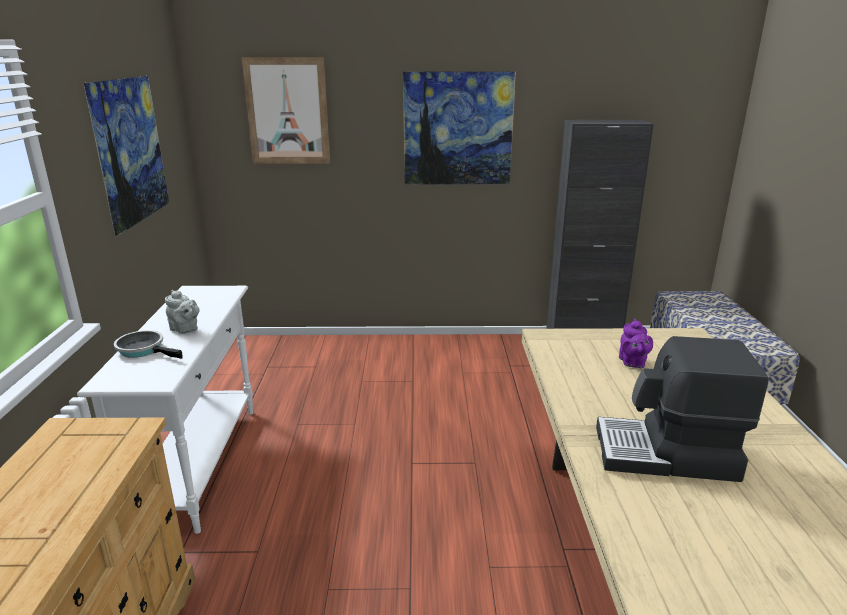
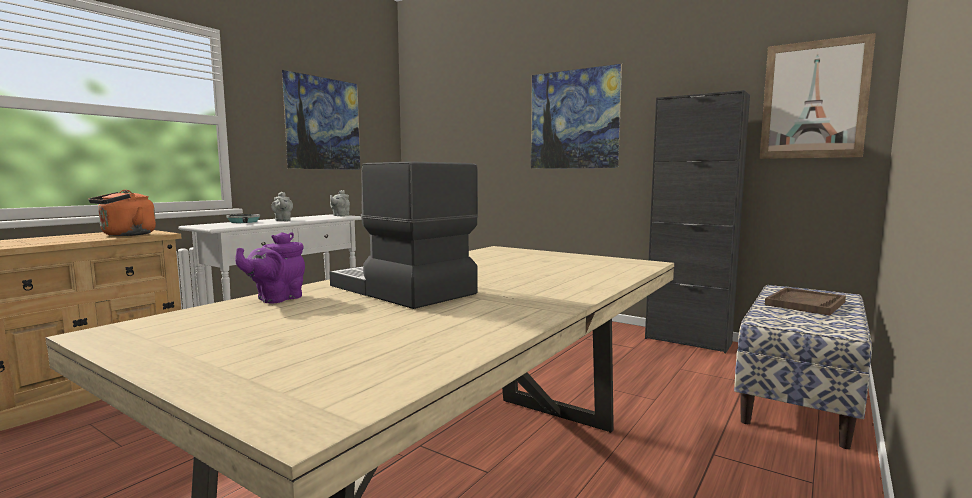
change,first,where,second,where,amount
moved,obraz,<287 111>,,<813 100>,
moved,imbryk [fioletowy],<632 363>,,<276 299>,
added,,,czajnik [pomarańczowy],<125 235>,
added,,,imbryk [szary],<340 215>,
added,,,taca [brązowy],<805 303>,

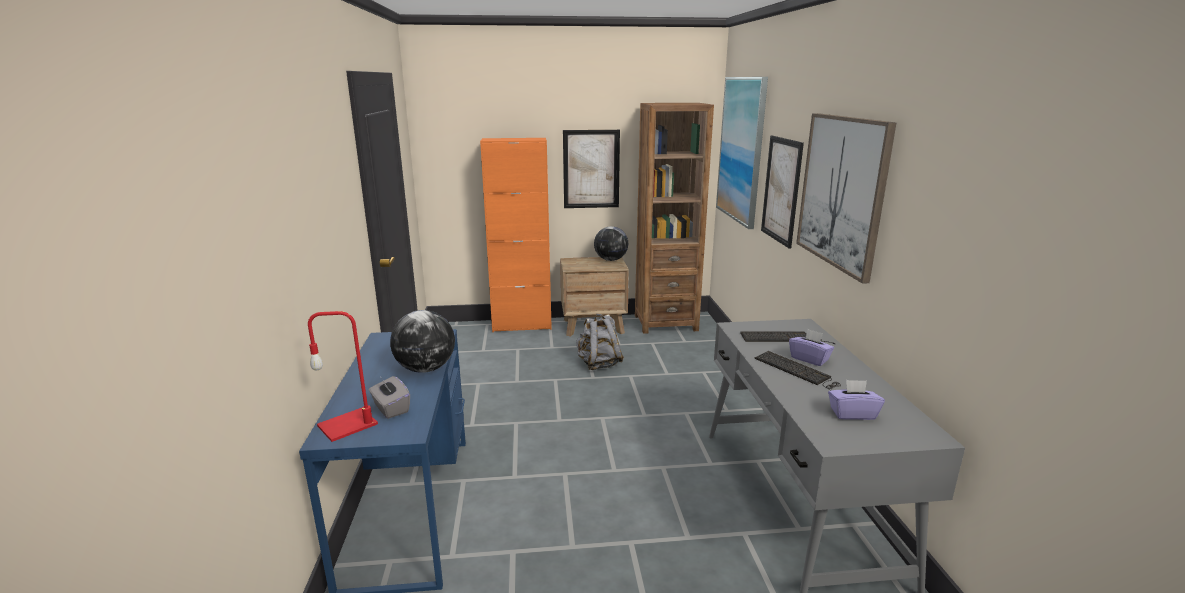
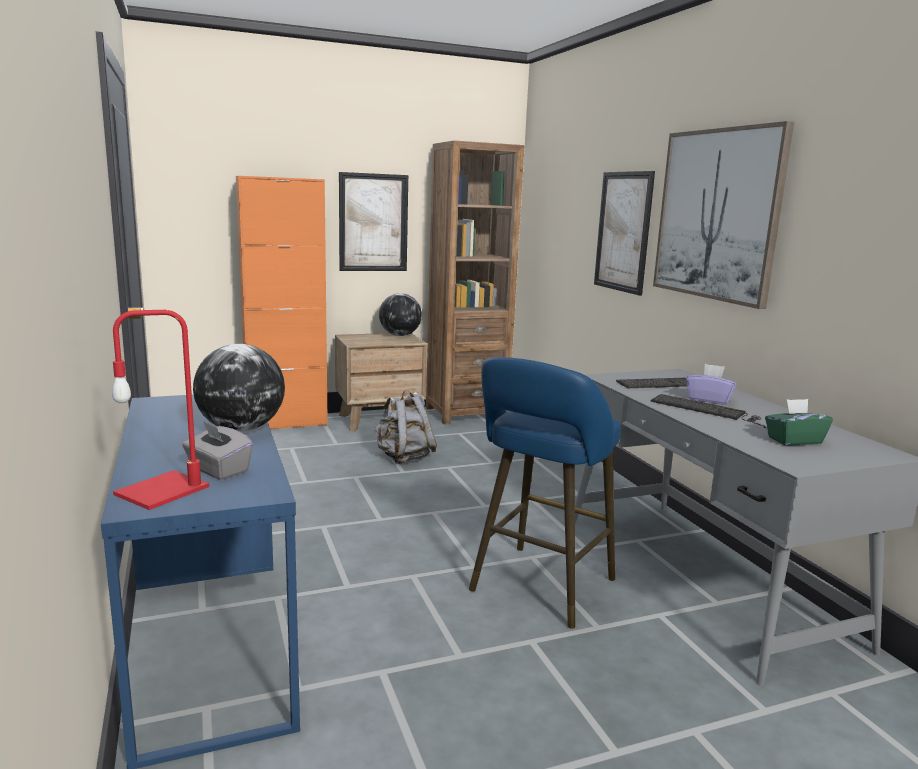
change,first,where,second,where,amount
removed,obraz,<741 149>,,,
recoloured,pudełko chusteczek [fioletowy],<852 414>,pudełko chusteczek [zielony],<794 440>,
added,,,stołek [niebieski],<539 588>,

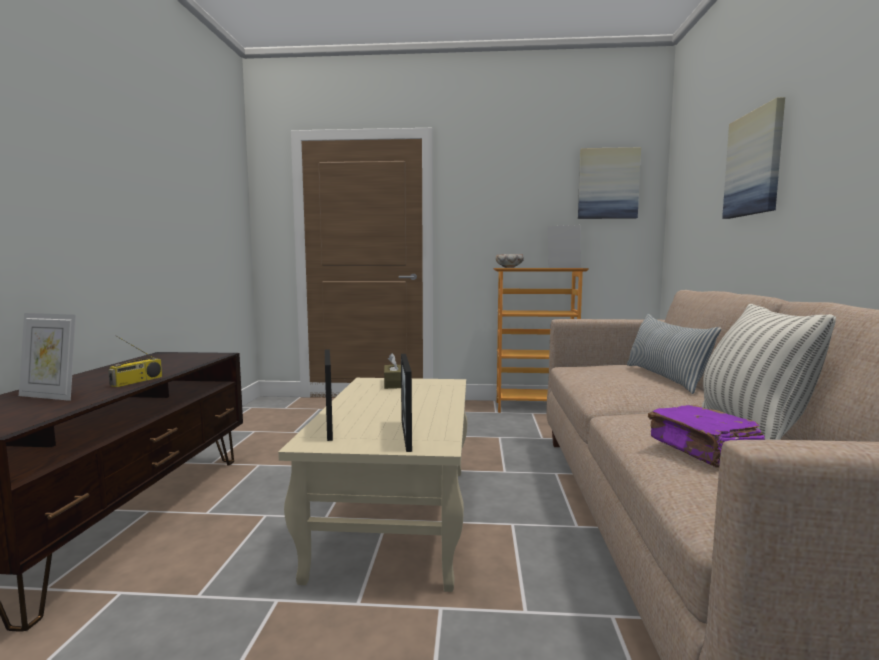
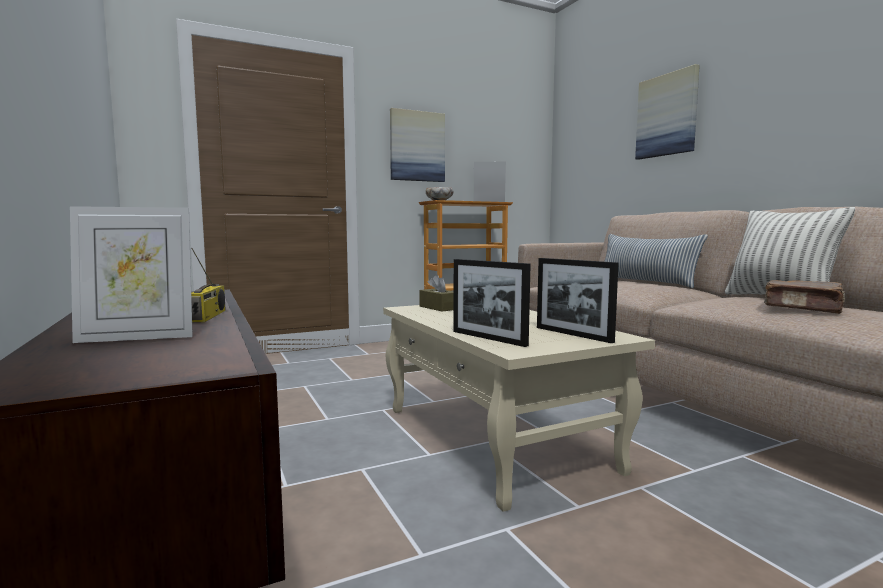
change,first,where,second,where,amount
moved,obraz,<608 184>,,<417 146>,
recoloured,książka [fioletowy],<702 450>,książka [brązowy],<803 308>,

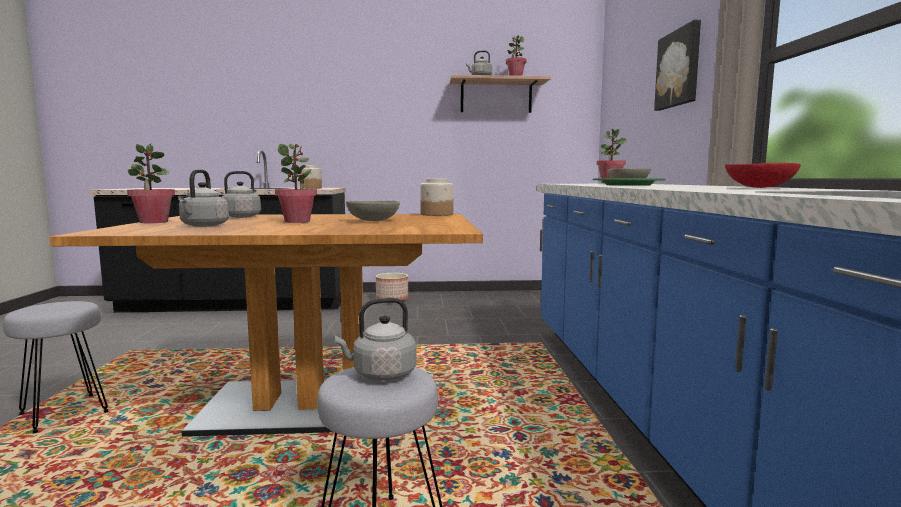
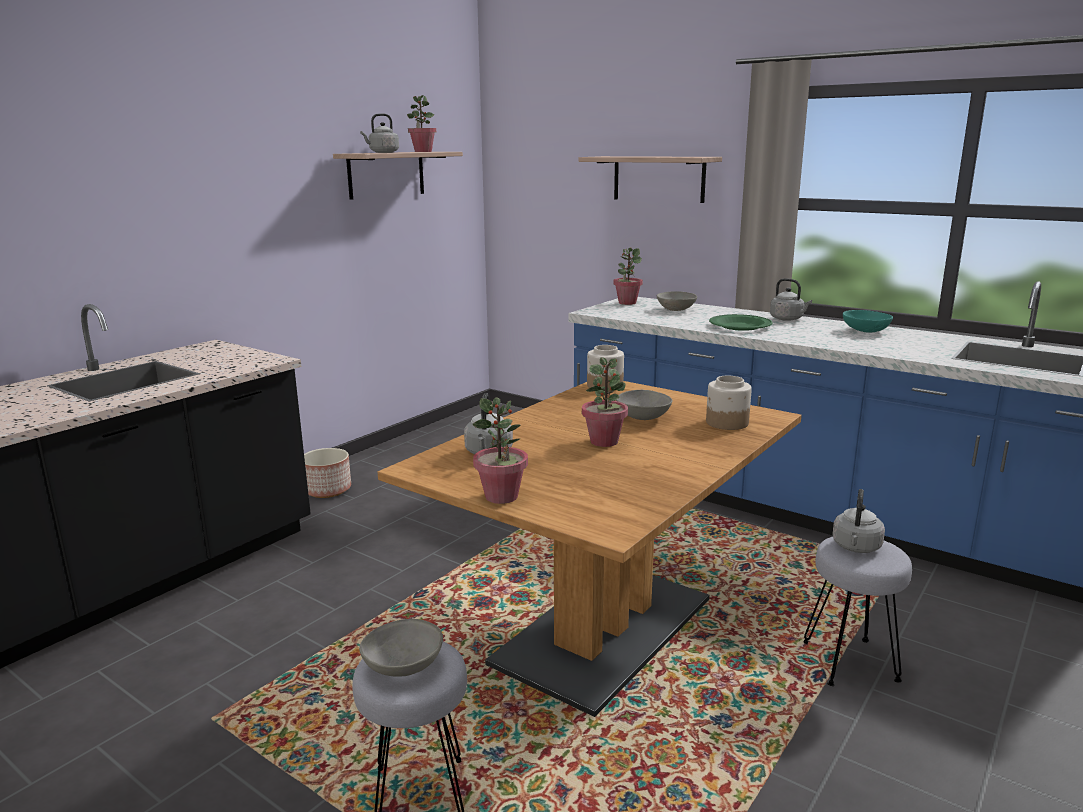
change,first,where,second,where,amount
moved,czajnik [szary],<203 226>,,<788 319>,
moved,słoik,<310 188>,,<726 423>,
replaced,obraz,<679 68>,półka,<658 179>,
recoloured,miska [czerwony],<760 187>,miska [turkusowy],<865 331>,
added,,,miska [szary],<404 666>,

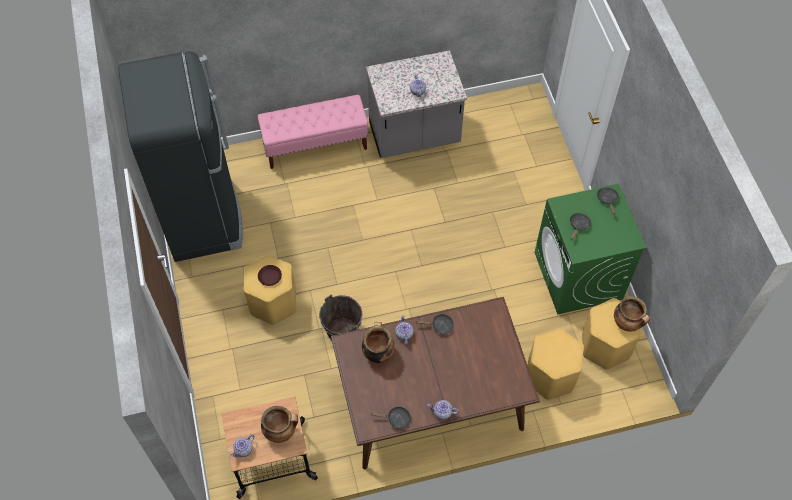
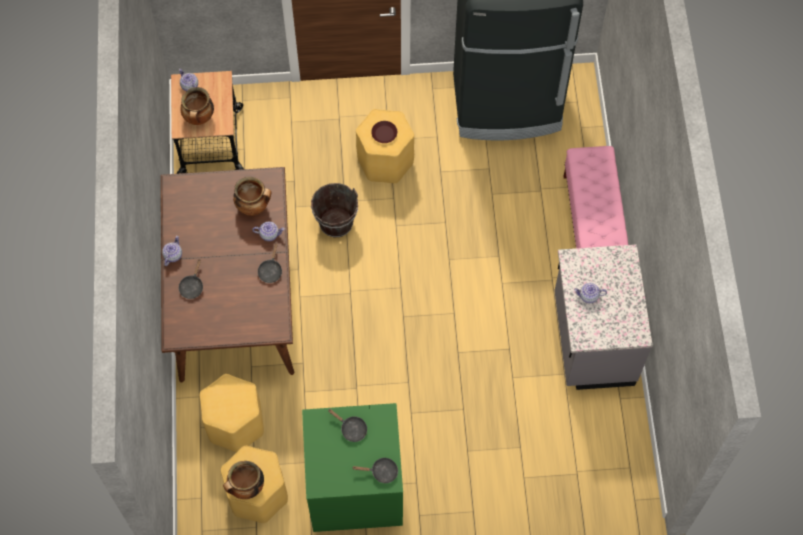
change,first,where,second,where,amount
moved,patelnia [czarny],<396 419>,,<192 286>,

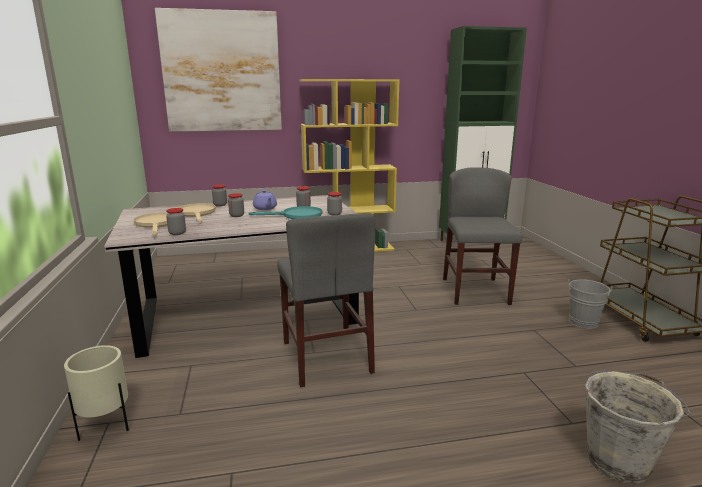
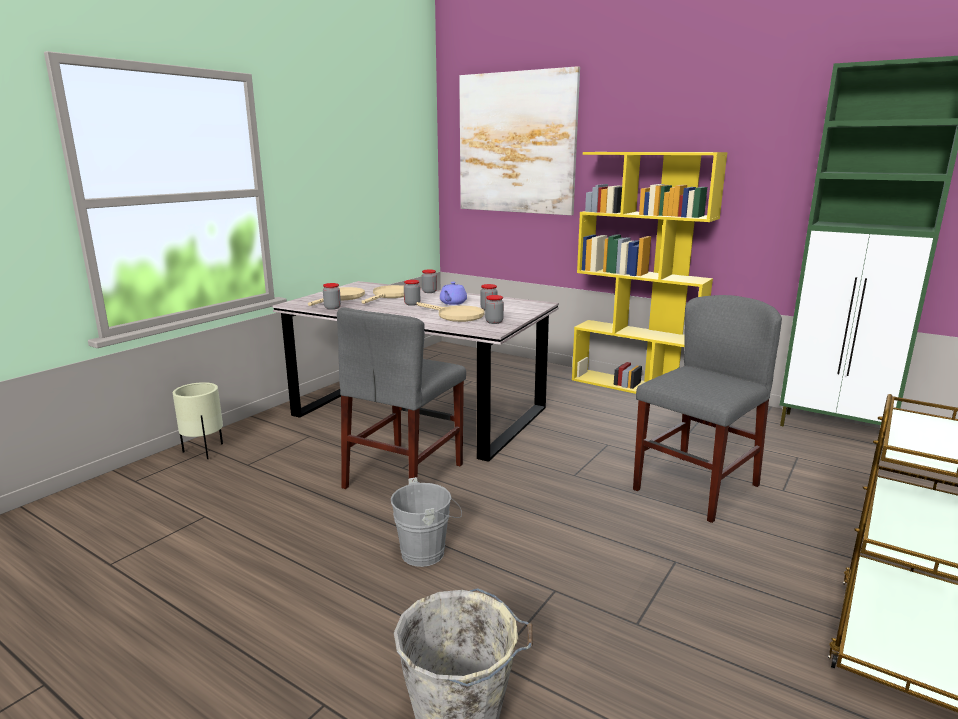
change,first,where,second,where,amount
recoloured,patelnia [turkusowy],<296 216>,patelnia [beżowy],<455 315>,
moved,wiadro [szary],<583 321>,,<428 552>,

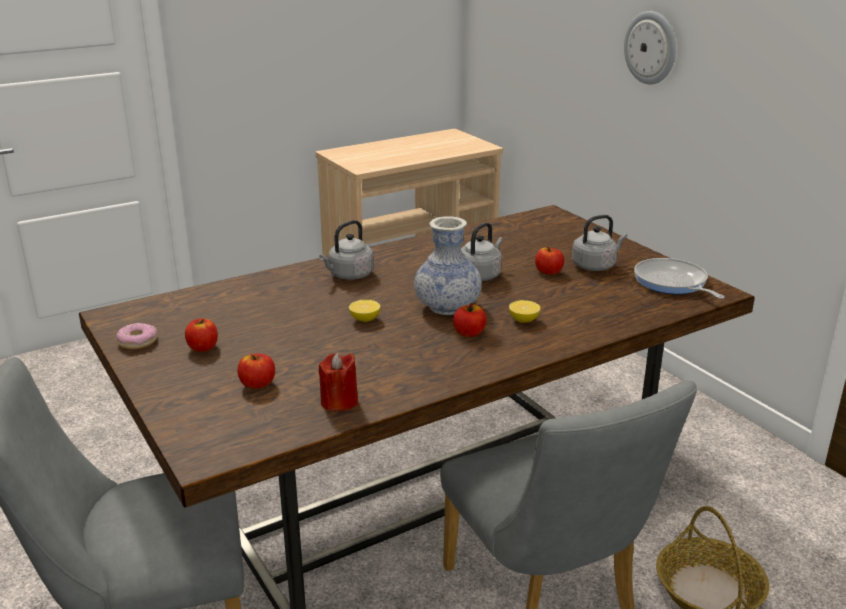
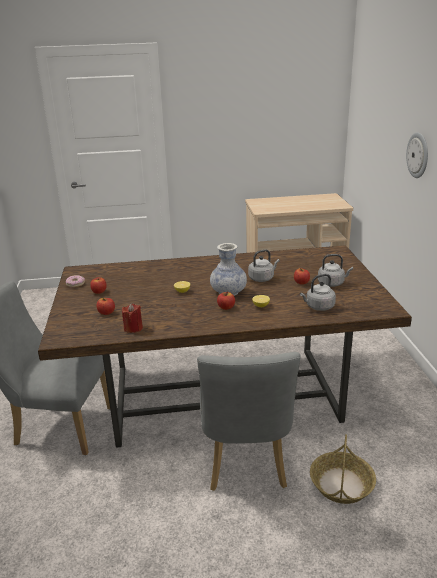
change,first,where,second,where,amount
moved,czajnik [szary],<349 275>,,<318 307>,
removed,patelnia,<672 283>,,,

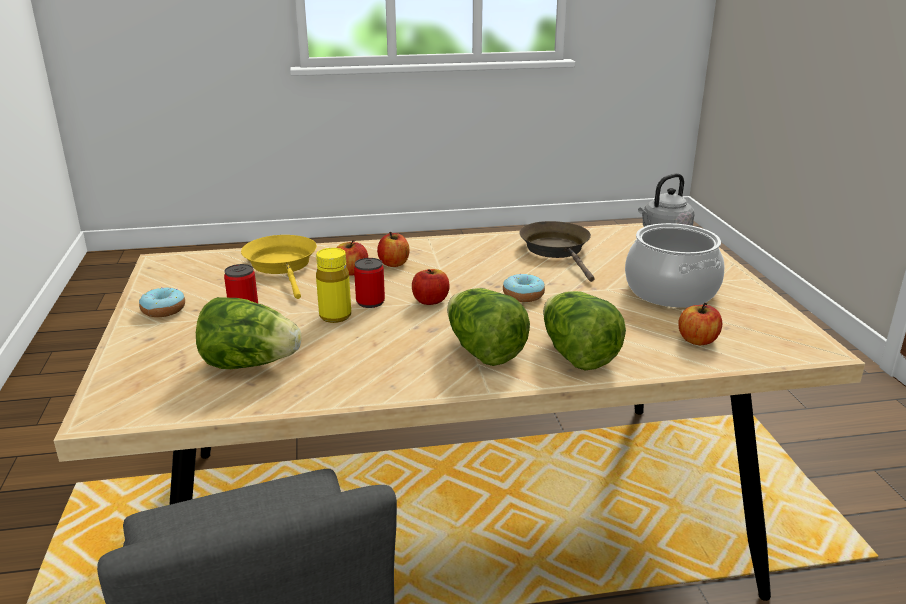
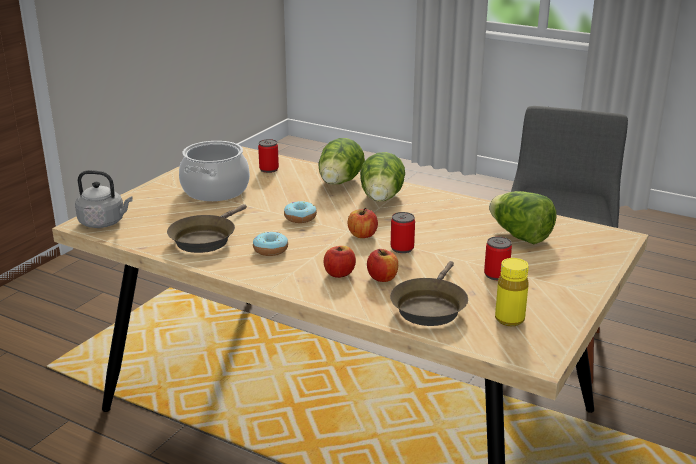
change,first,where,second,where,amount
moved,donut,<163 310>,,<270 250>,
recoloured,patelnia [żółty],<282 266>,patelnia [brązowy],<429 307>,
moved,butelka [żółty],<335 316>,,<509 319>,
replaced,jabłko,<697 340>,puszka,<269 169>,

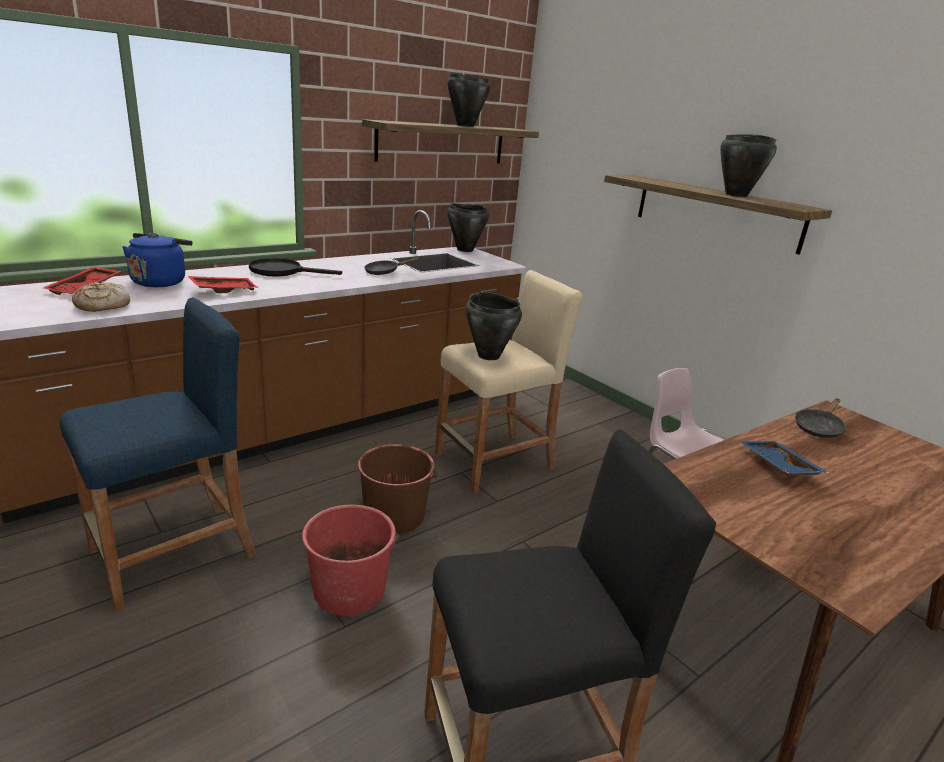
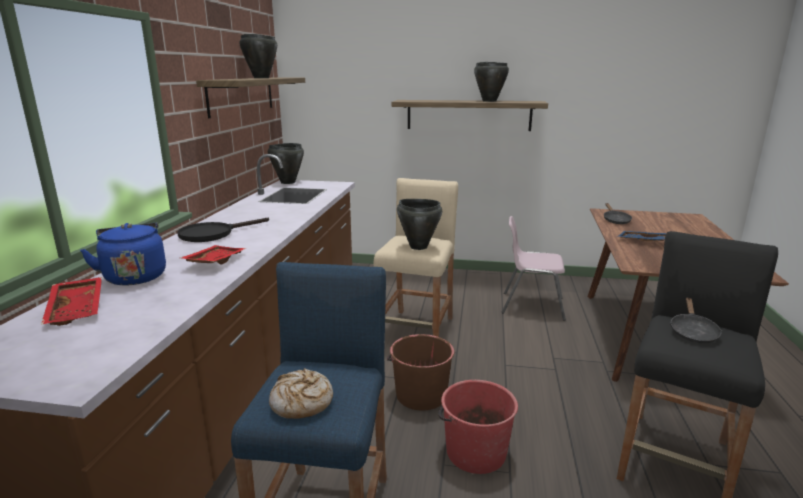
change,first,where,second,where,amount
moved,chleb,<102 306>,,<302 402>,
moved,patelnia [czarny],<385 272>,,<692 332>,

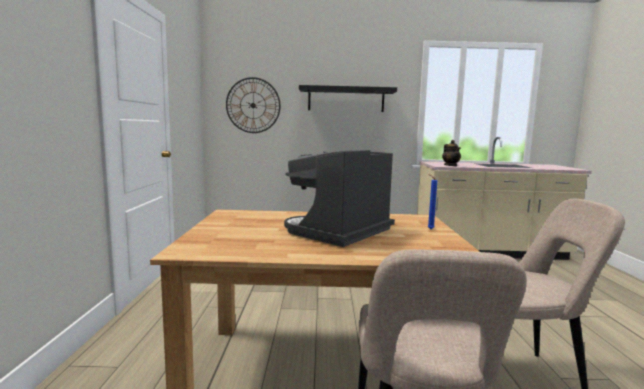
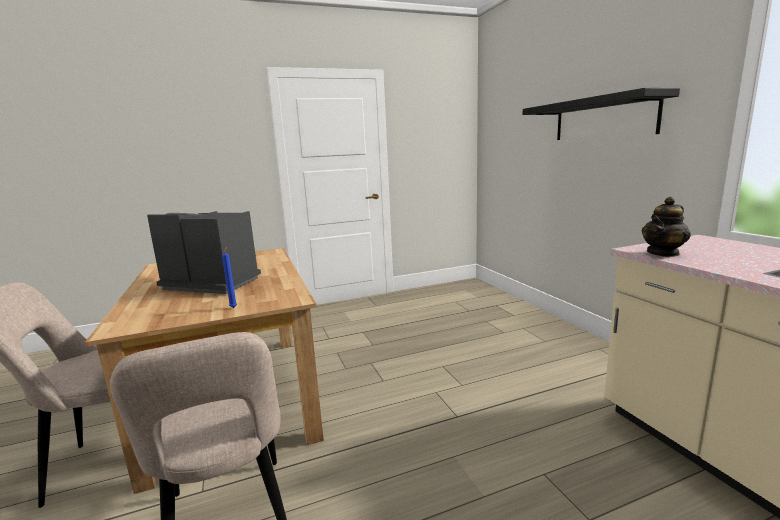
change,first,where,second,where,amount
removed,zegar ścienny,<253 105>,,,

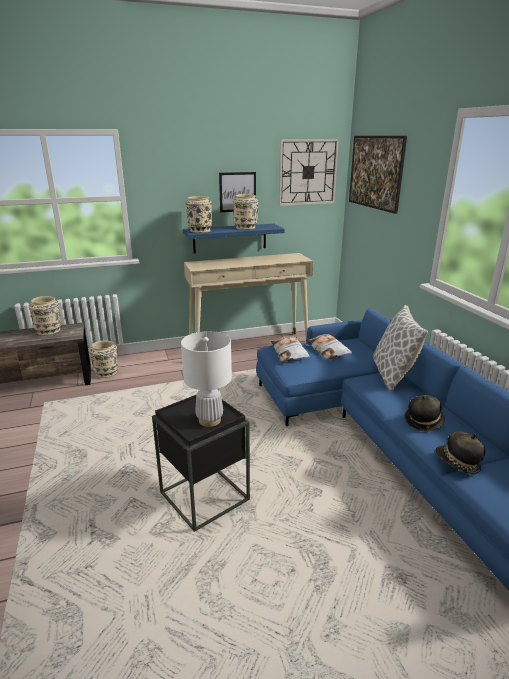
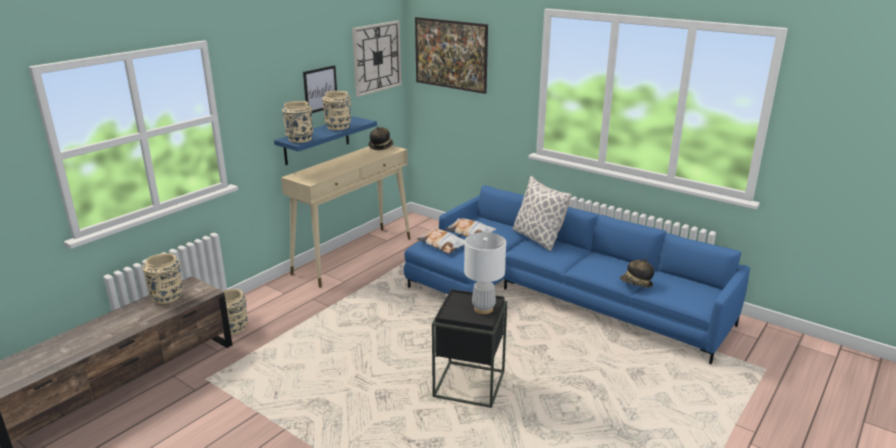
change,first,where,second,where,amount
moved,kapelusz,<423 421>,,<381 146>,

